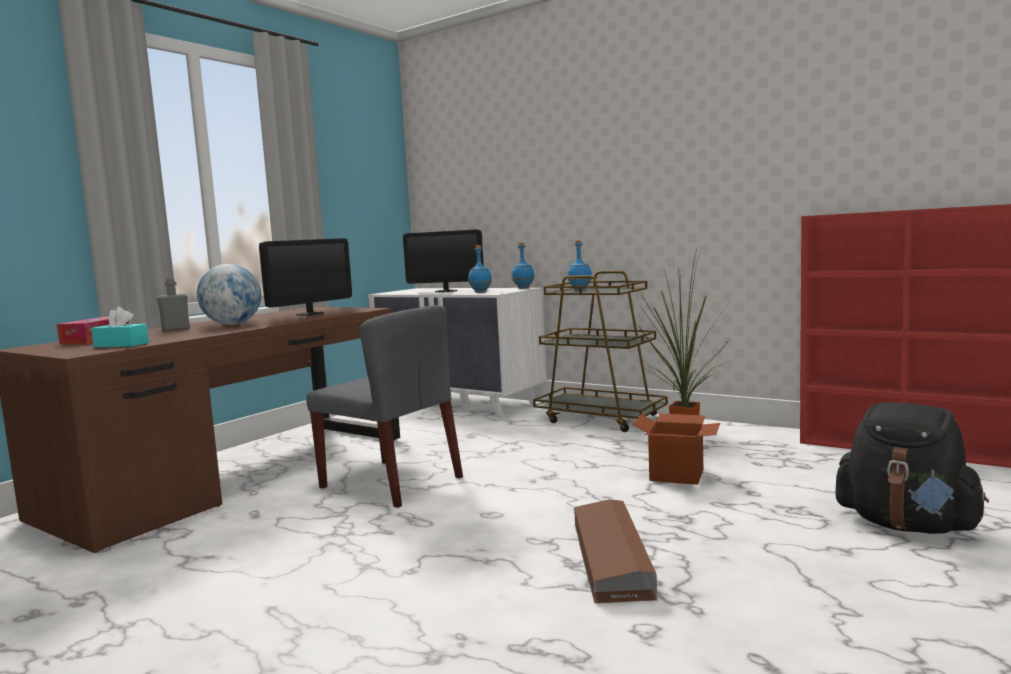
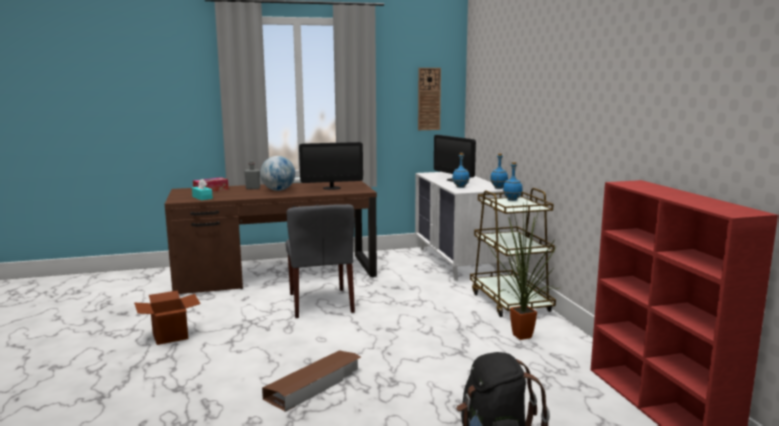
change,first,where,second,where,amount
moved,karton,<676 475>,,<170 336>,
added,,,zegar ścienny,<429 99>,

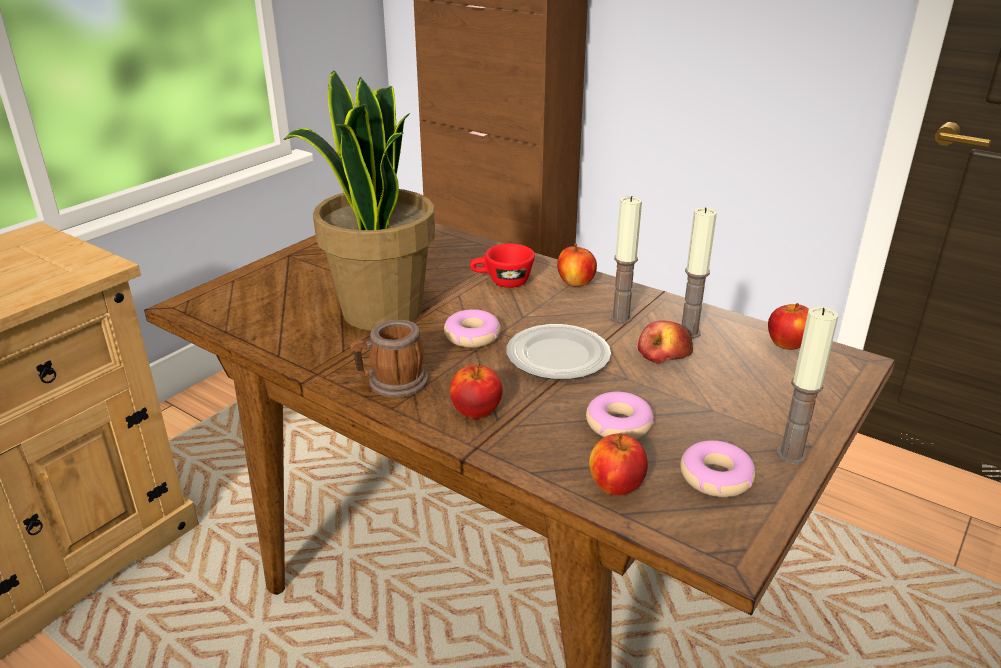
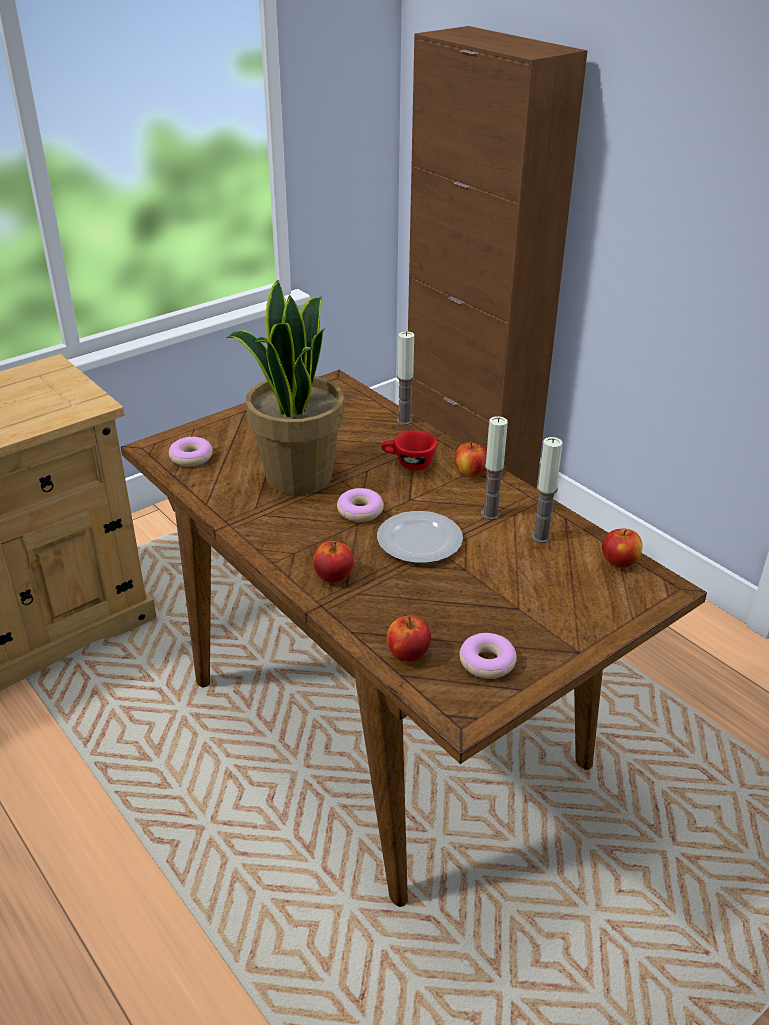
change,first,where,second,where,amount
removed,kubek,<391 383>,,,
moved,donut,<619 424>,,<191 457>,
removed,jabłko,<664 356>,,,
moved,świeca,<791 455>,,<404 420>,

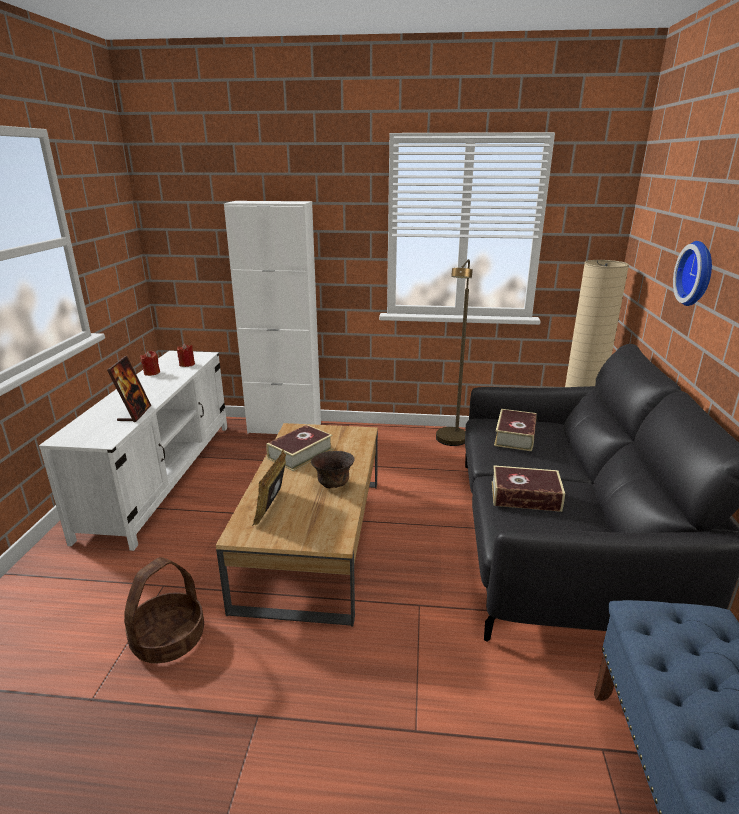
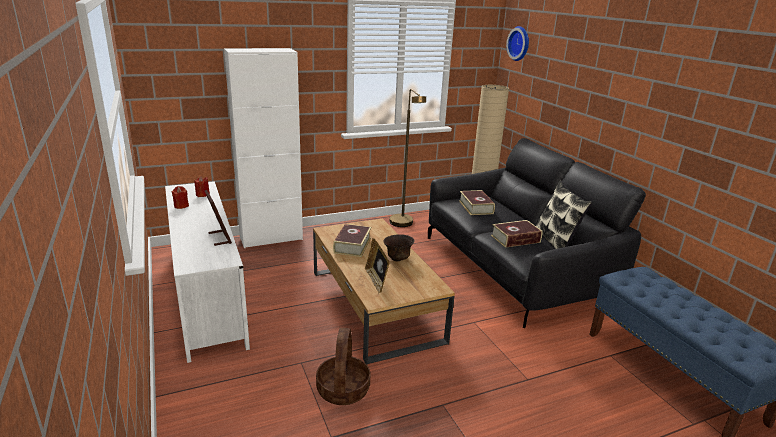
change,first,where,second,where,amount
moved,zegar ścienny,<698 273>,,<520 43>,
added,,,poduszka,<555 241>,

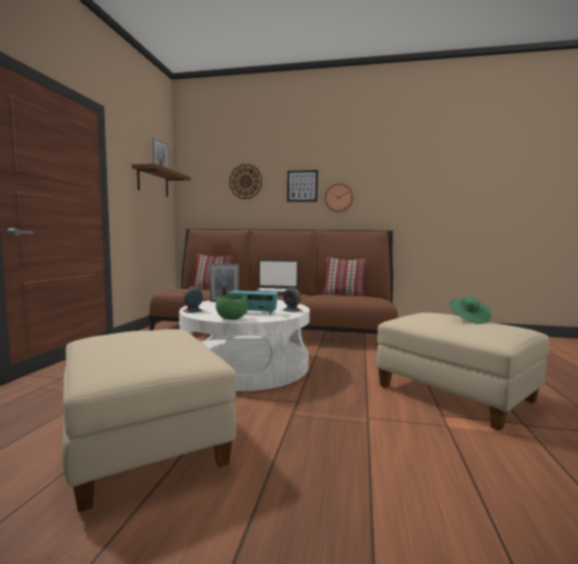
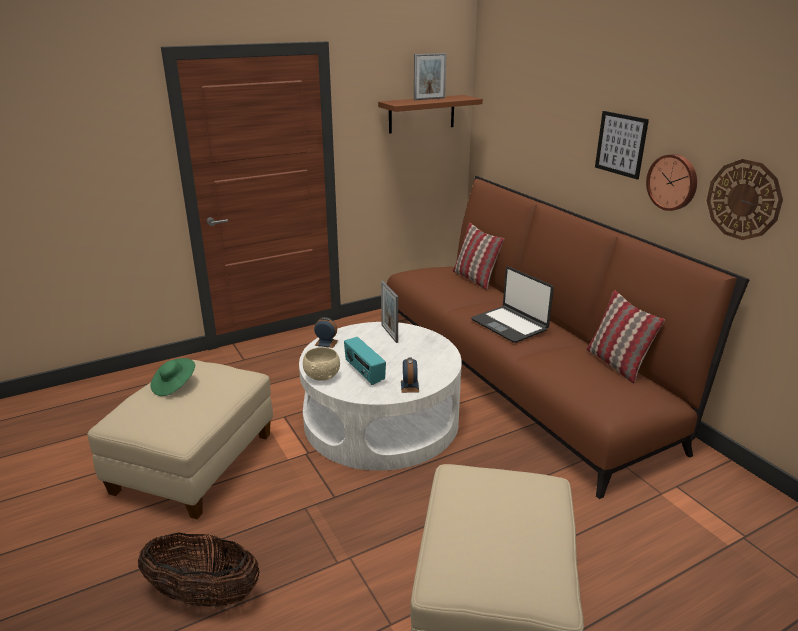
change,first,where,second,where,amount
recoloured,miska [zielony],<231 318>,miska [beżowy],<322 376>,
moved,zegar ścienny,<245 181>,,<743 199>,
moved,kapelusz [zielony],<468 319>,,<174 386>,
added,,,koszyk,<204 595>,

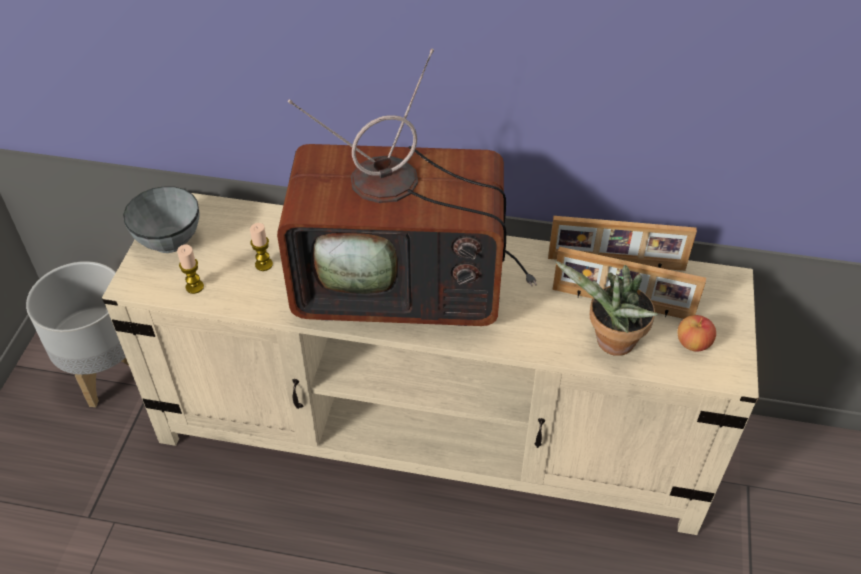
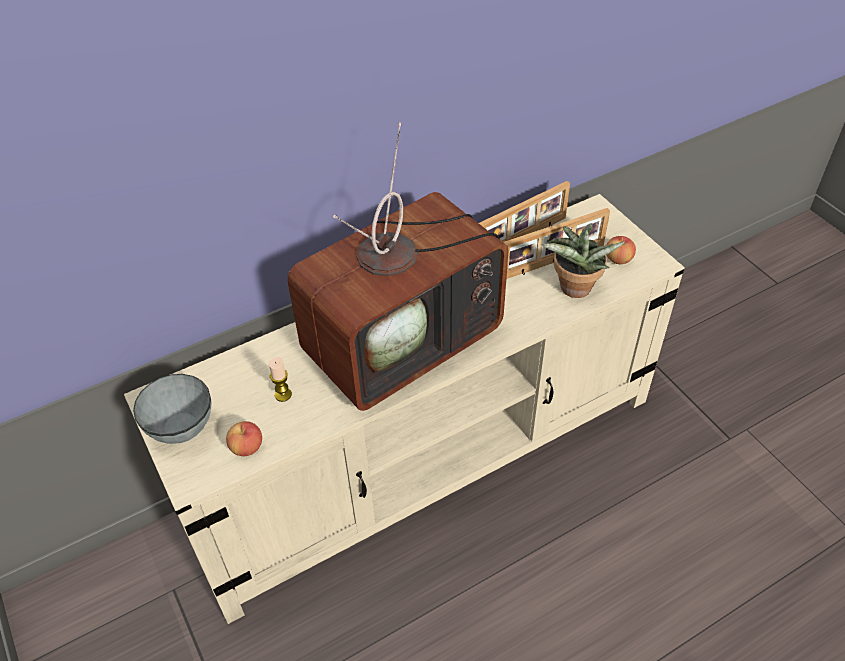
change,first,where,second,where,amount
removed,donica [szary],<107 371>,,,
replaced,świeca,<194 287>,jabłko,<247 447>,

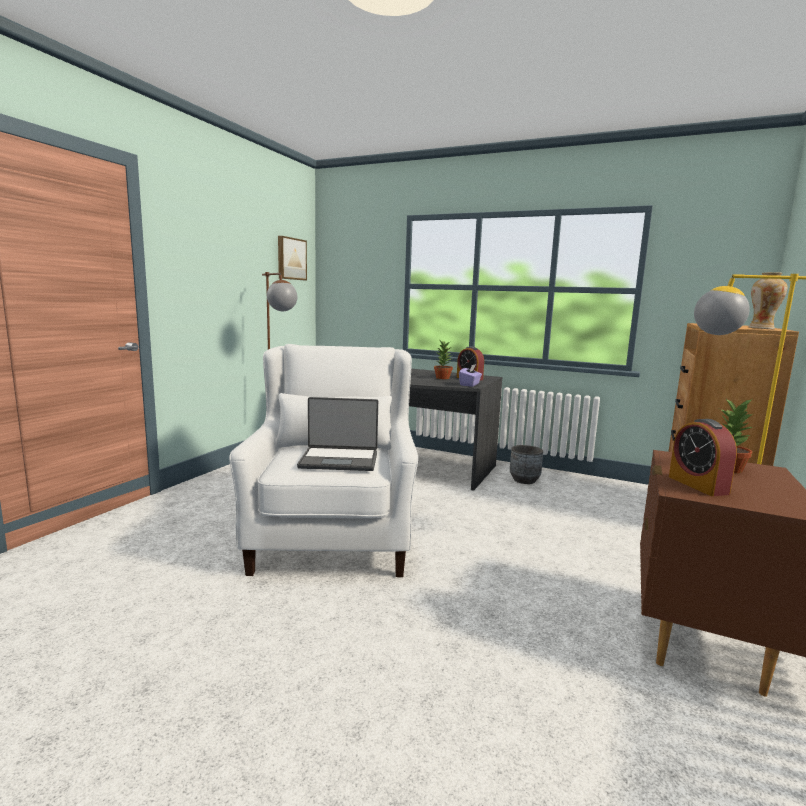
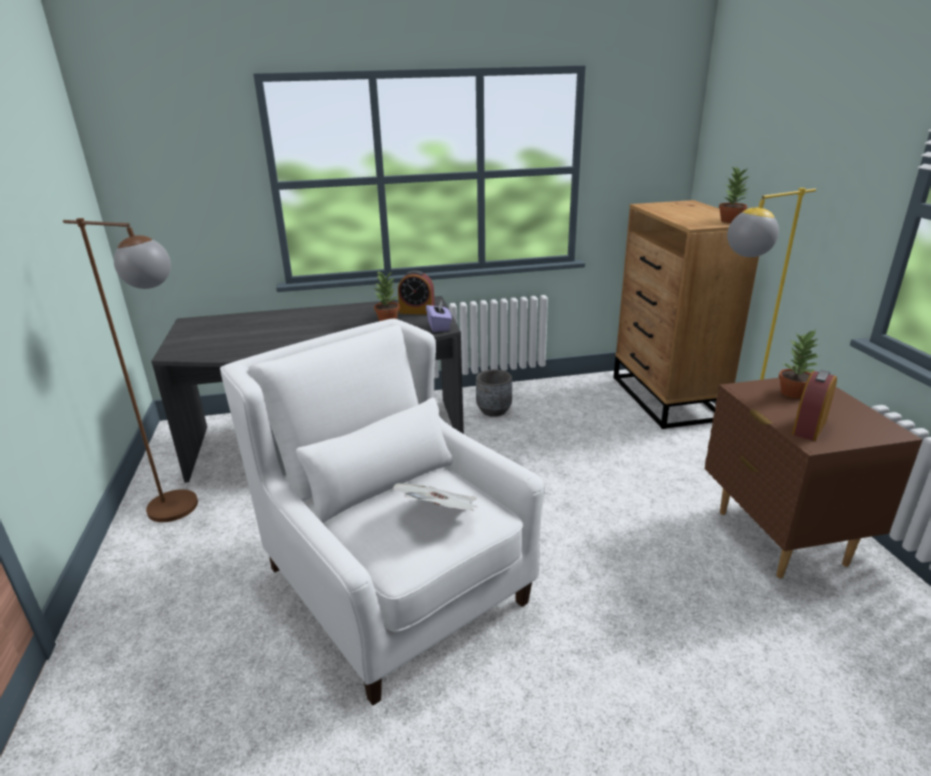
change,first,where,second,where,amount
removed,obraz,<291 259>,,,
replaced,laptop,<339 460>,gazeta,<440 514>,
turned,budzik,<698 485>,,<809 427>,90 degrees clockwise
replaced,wazon,<761 328>,roślina doniczkowa,<730 221>,

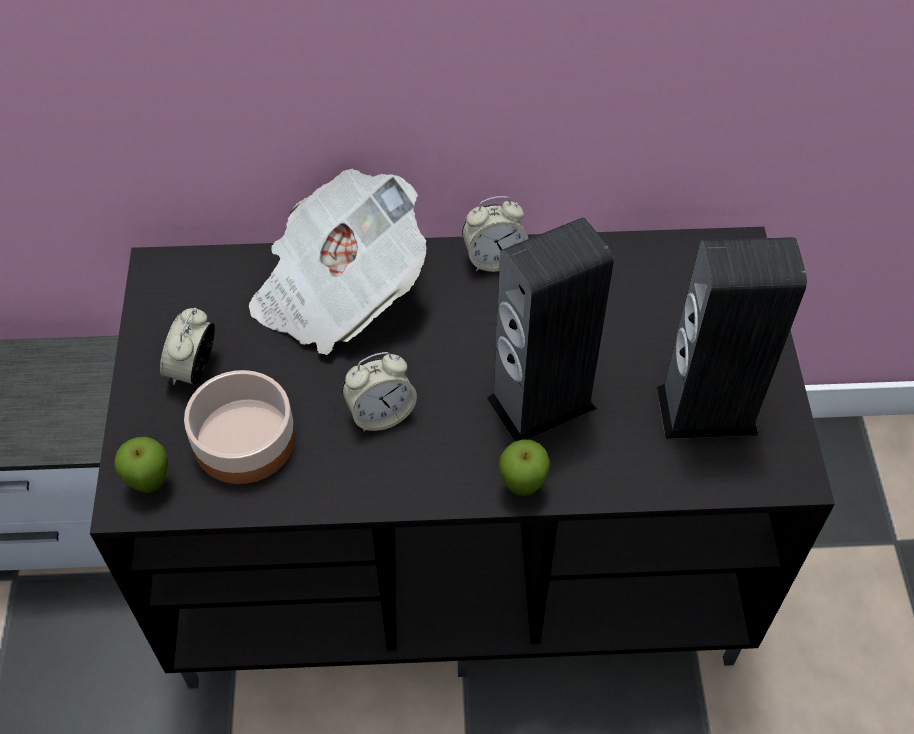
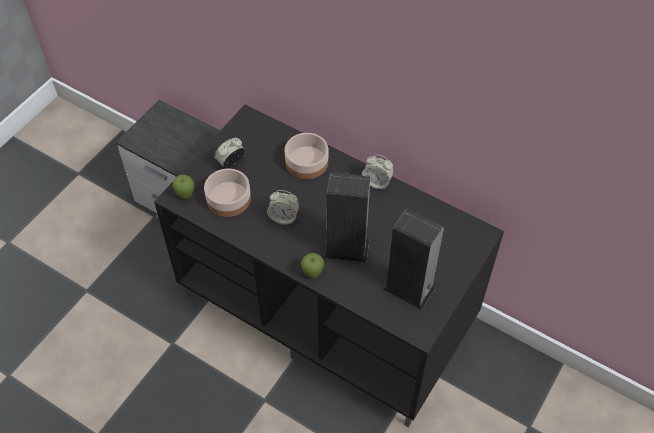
change,first,where,second,where,amount
replaced,gazeta,<338 291>,miska,<306 162>,

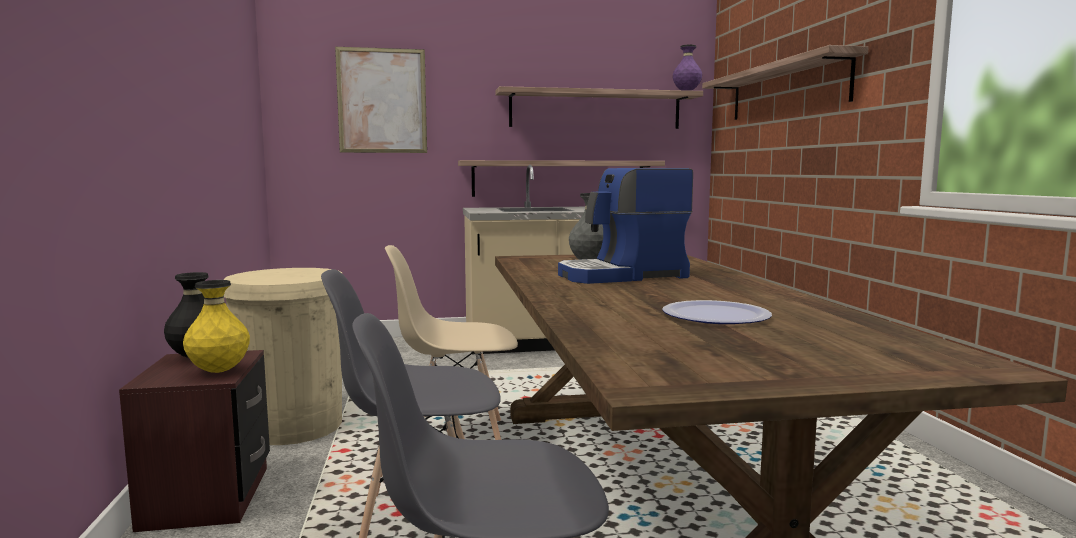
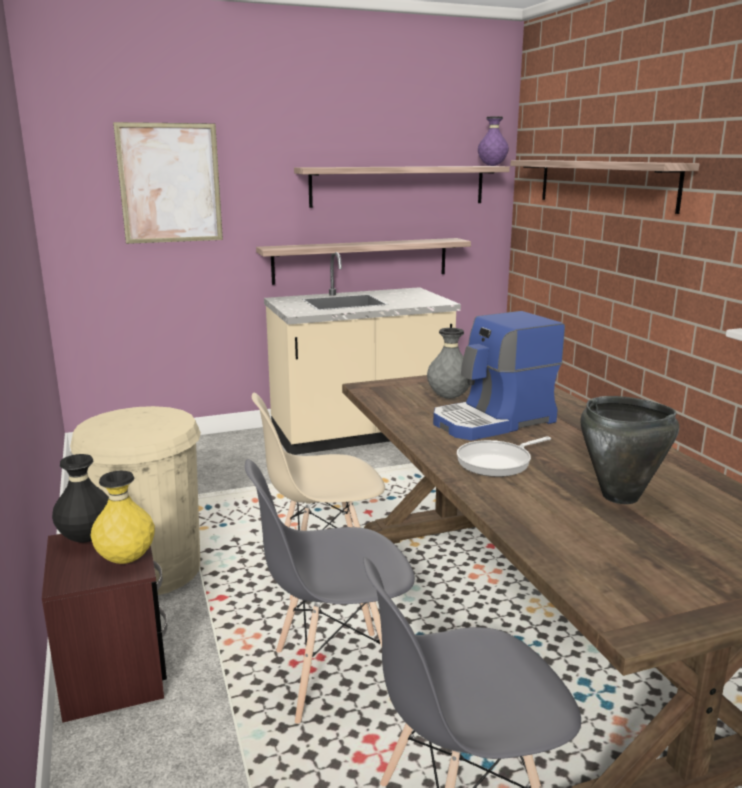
change,first,where,second,where,amount
replaced,talerz,<716 316>,garnek [czarny],<620 496>,
added,,,patelnia,<497 462>,

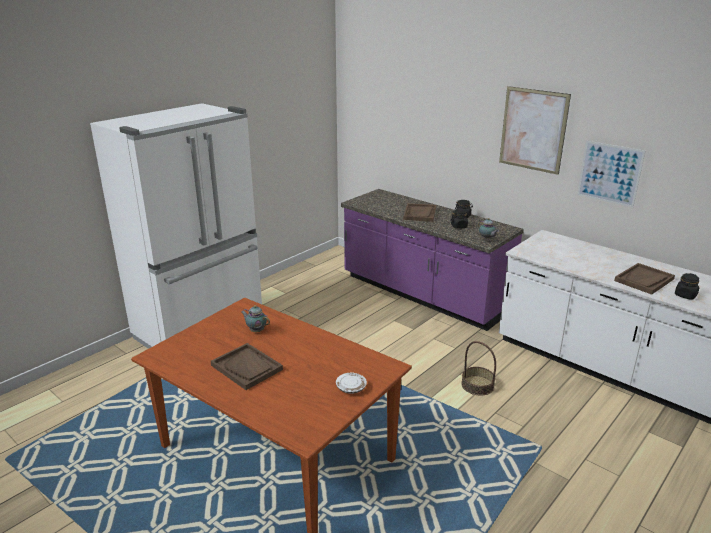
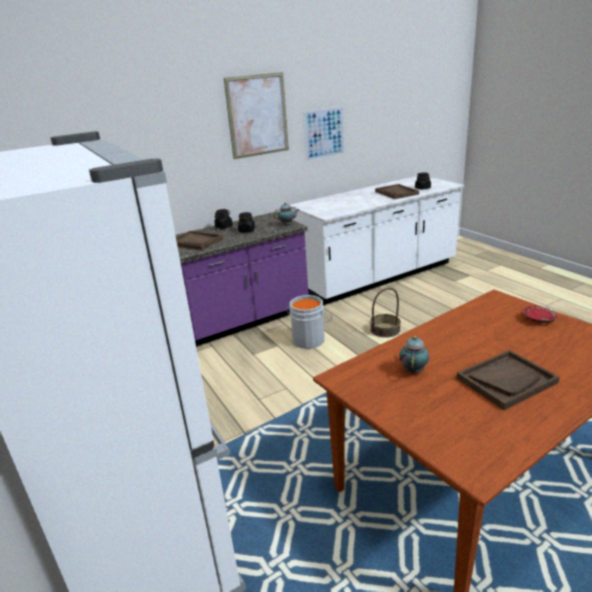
change,first,where,second,where,amount
turned,imbryk,<256 330>,,<414 370>,150 degrees clockwise
recoloured,talerz [biały],<351 387>,talerz [czerwony],<538 319>,
added,,,wiadro [szary],<309 339>,

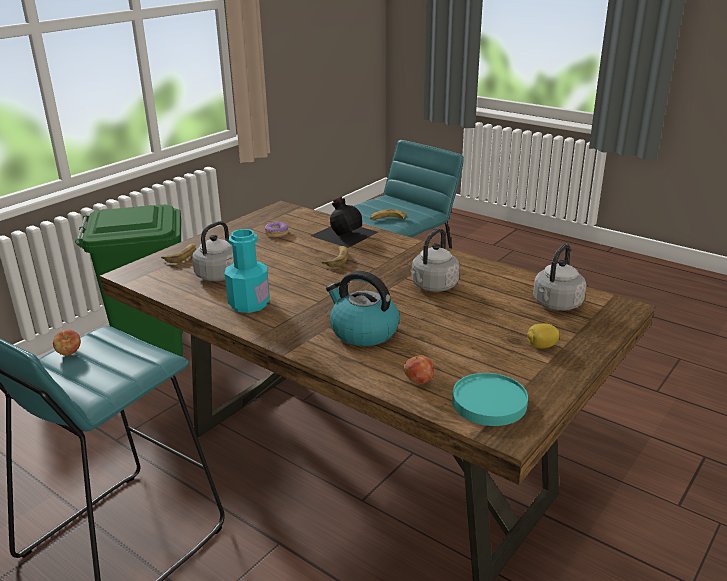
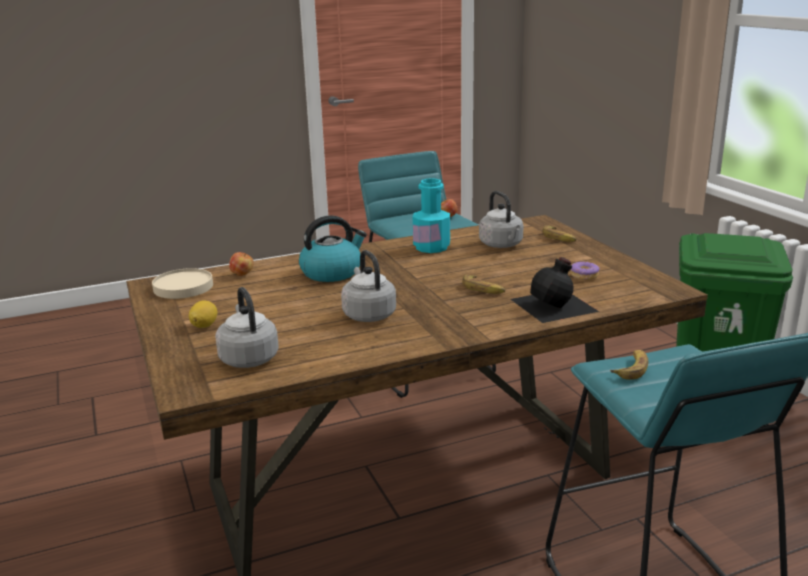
change,first,where,second,where,amount
recoloured,talerz [turkusowy],<489 402>,talerz [beżowy],<183 287>,

